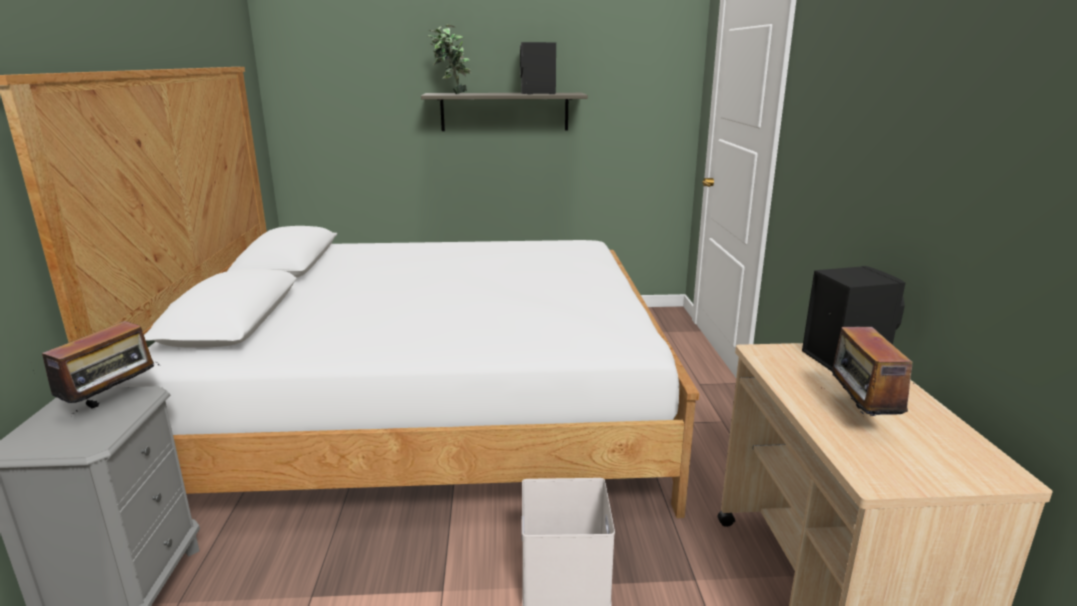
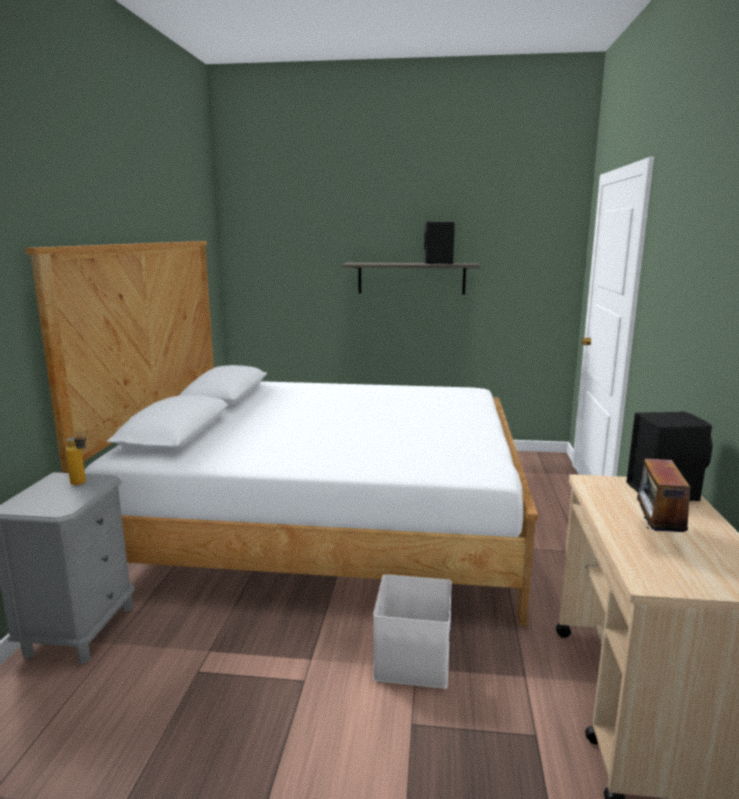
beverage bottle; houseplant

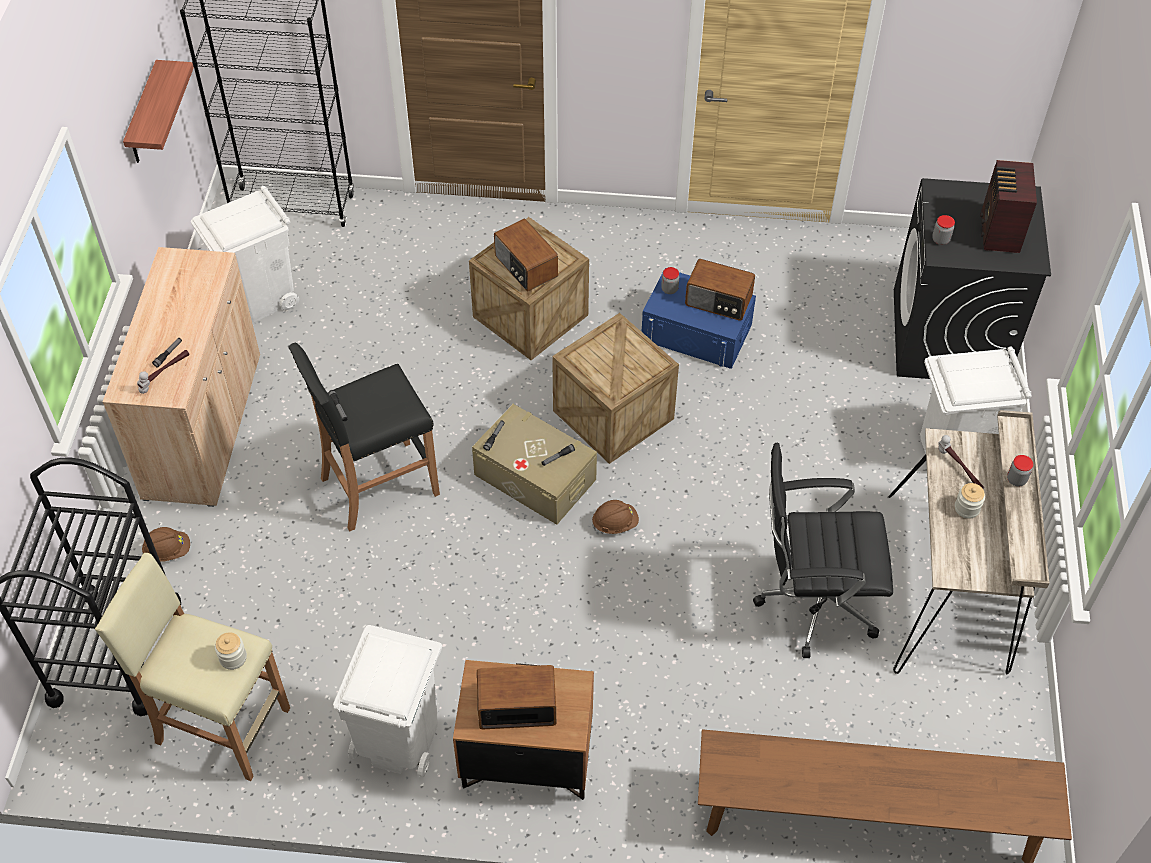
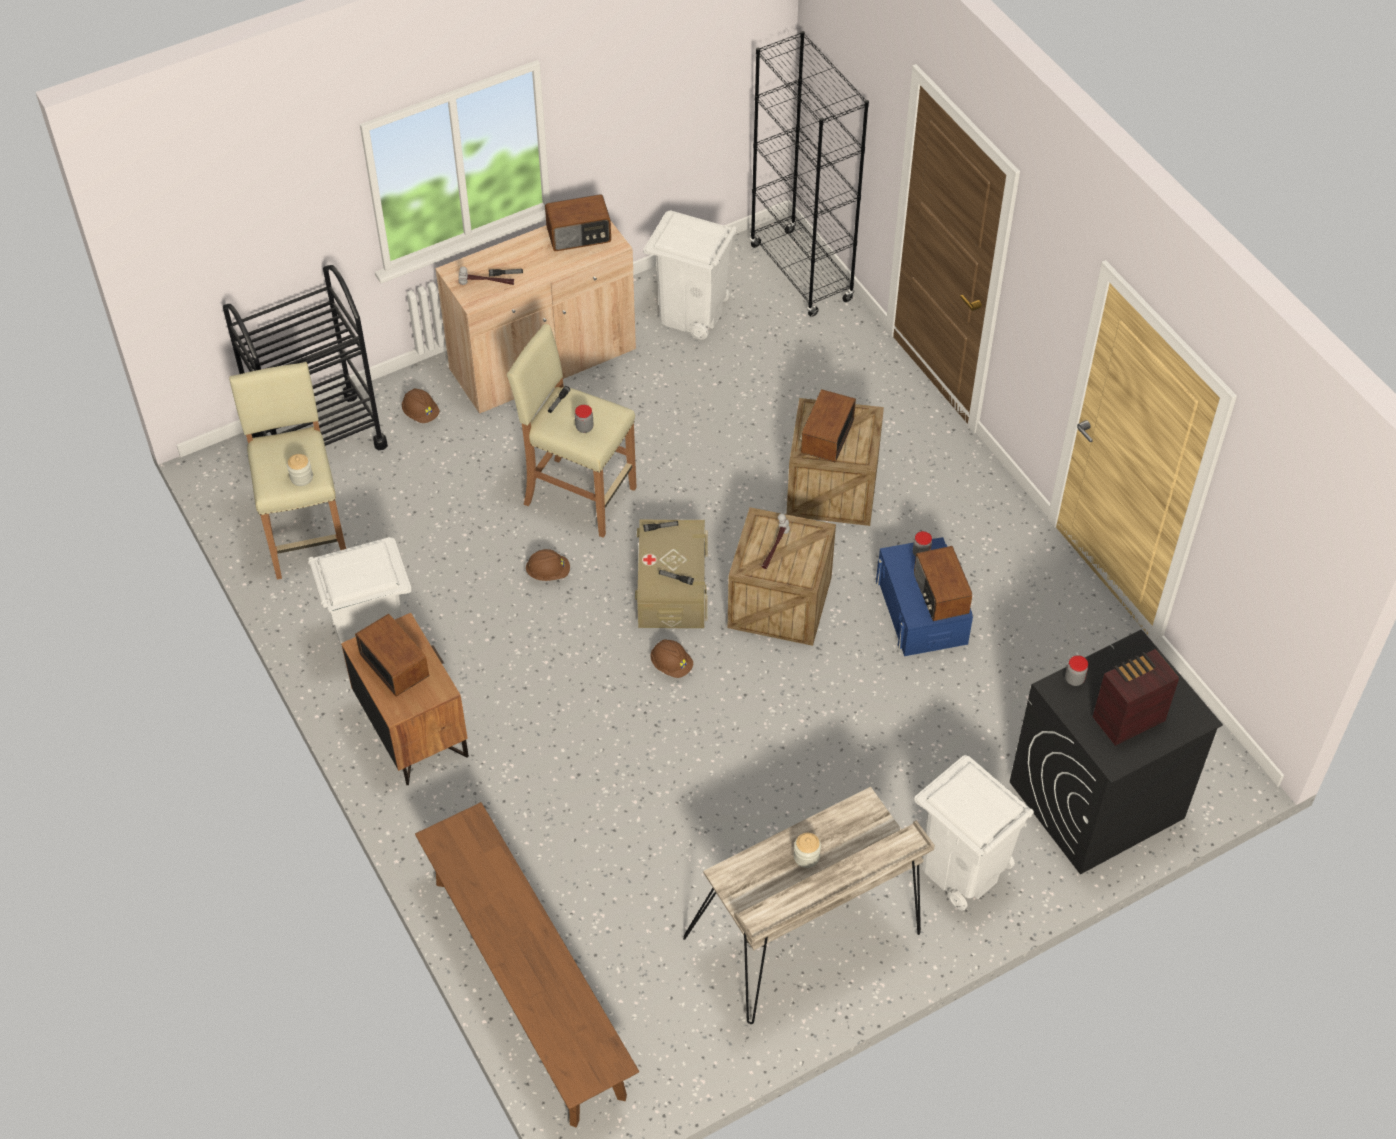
beige stool (2nd from left); brown hard hat (2nd from left); radio set (2nd from left); storage jar (2nd from left); hammer (2nd from left); shelf; black-coloured computer chair

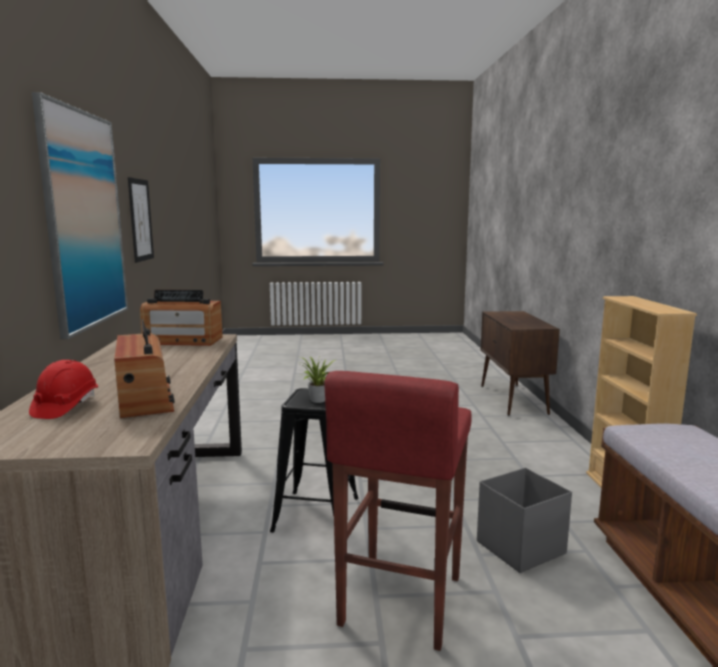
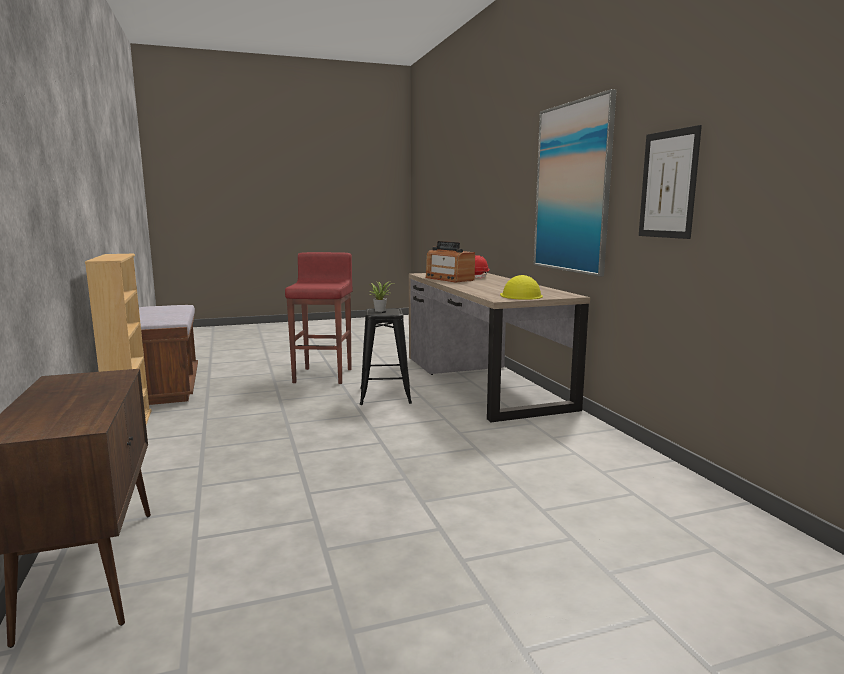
yellowish hard hat; greyish storage container

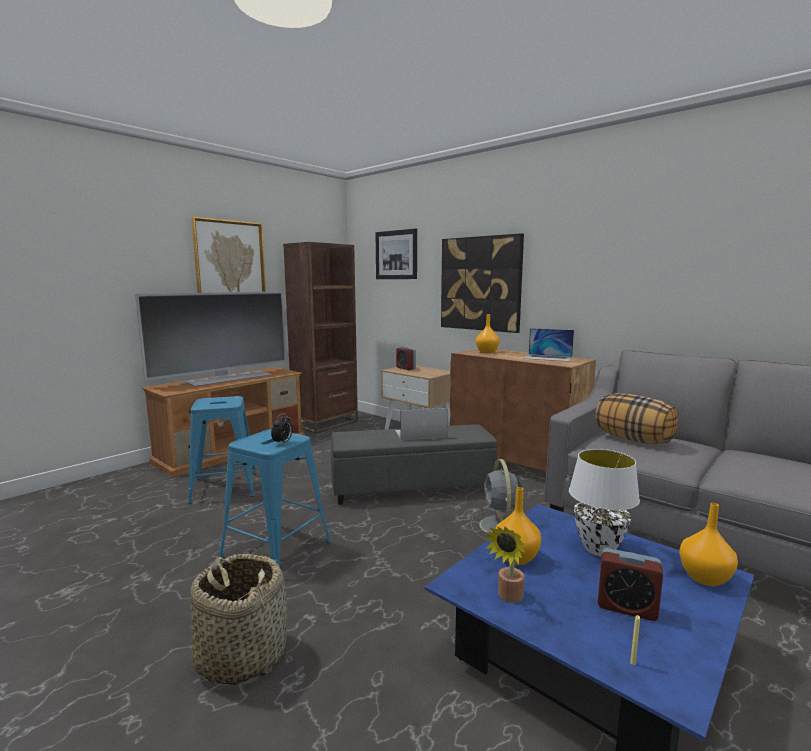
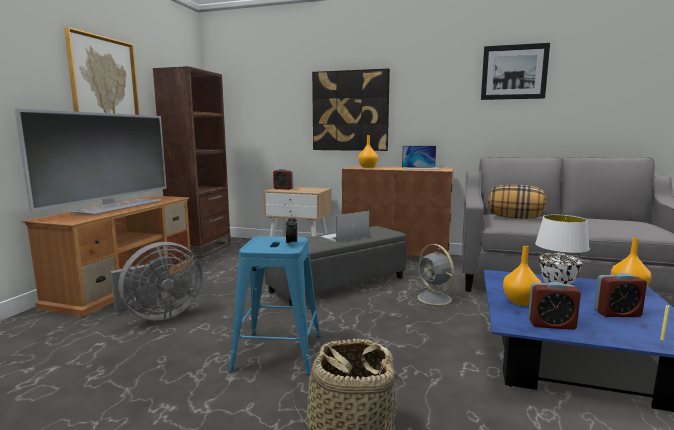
greyish fan (1st from left); wall picture (3rd from left); alarm clock (3rd from left)

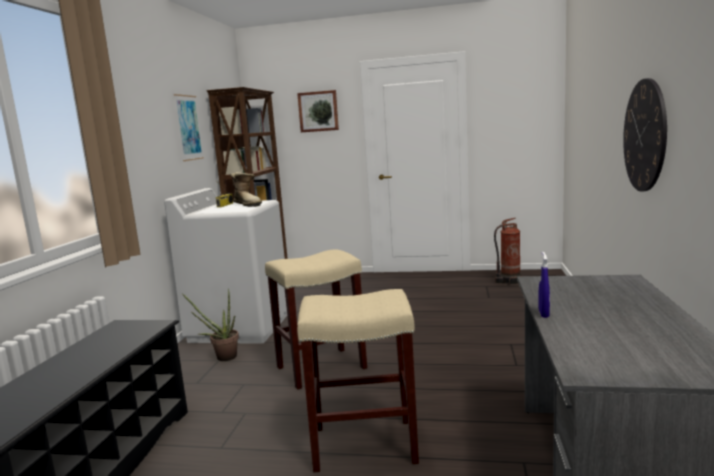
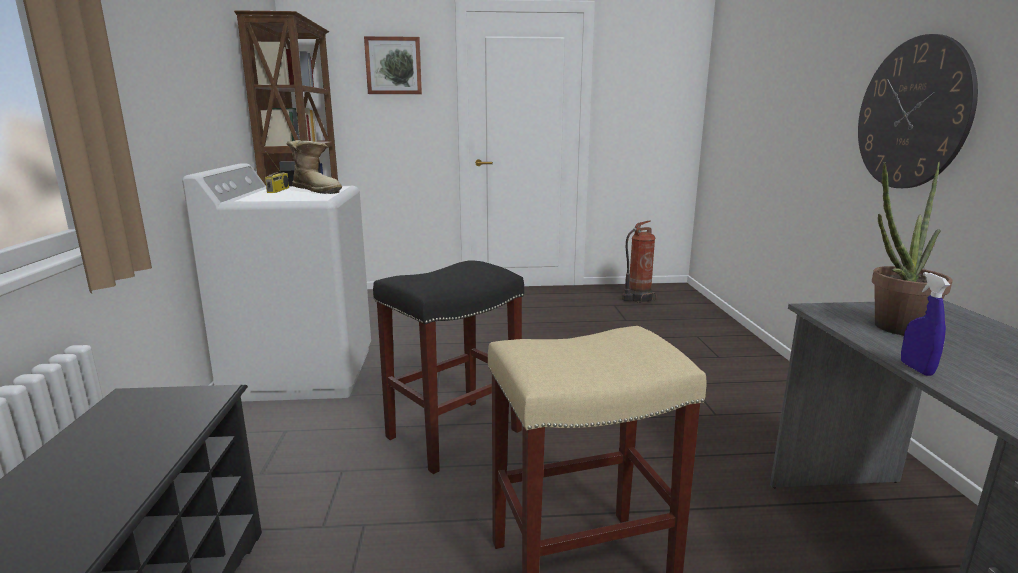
black-coloured stool; houseplant; wall picture (1st from left in the first image)

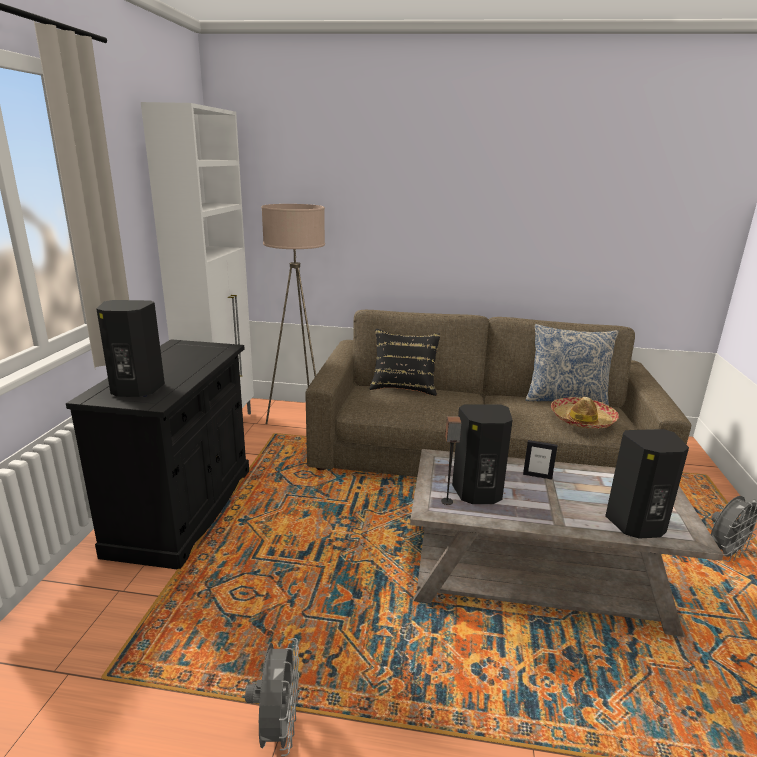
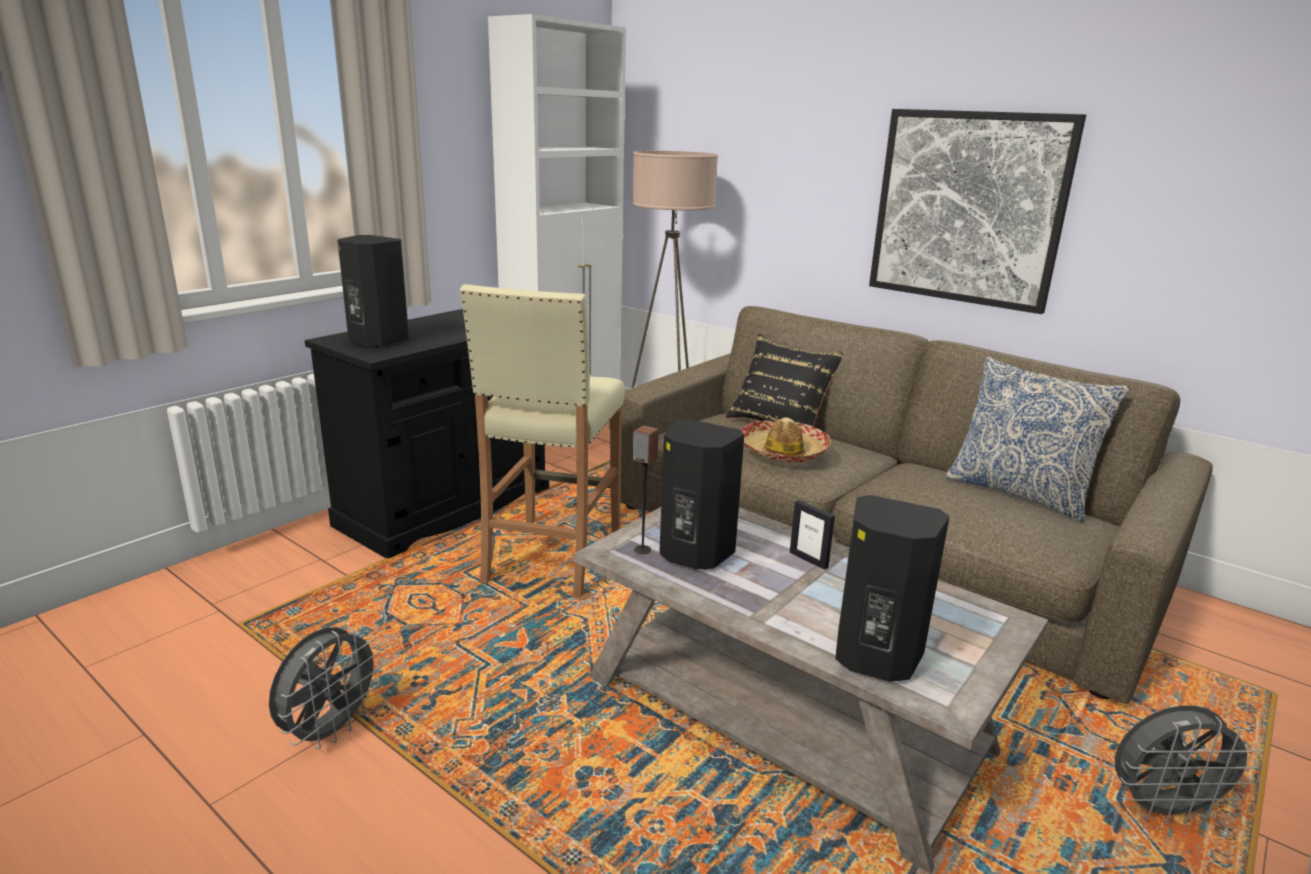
beige stool; wearable hat; wall picture

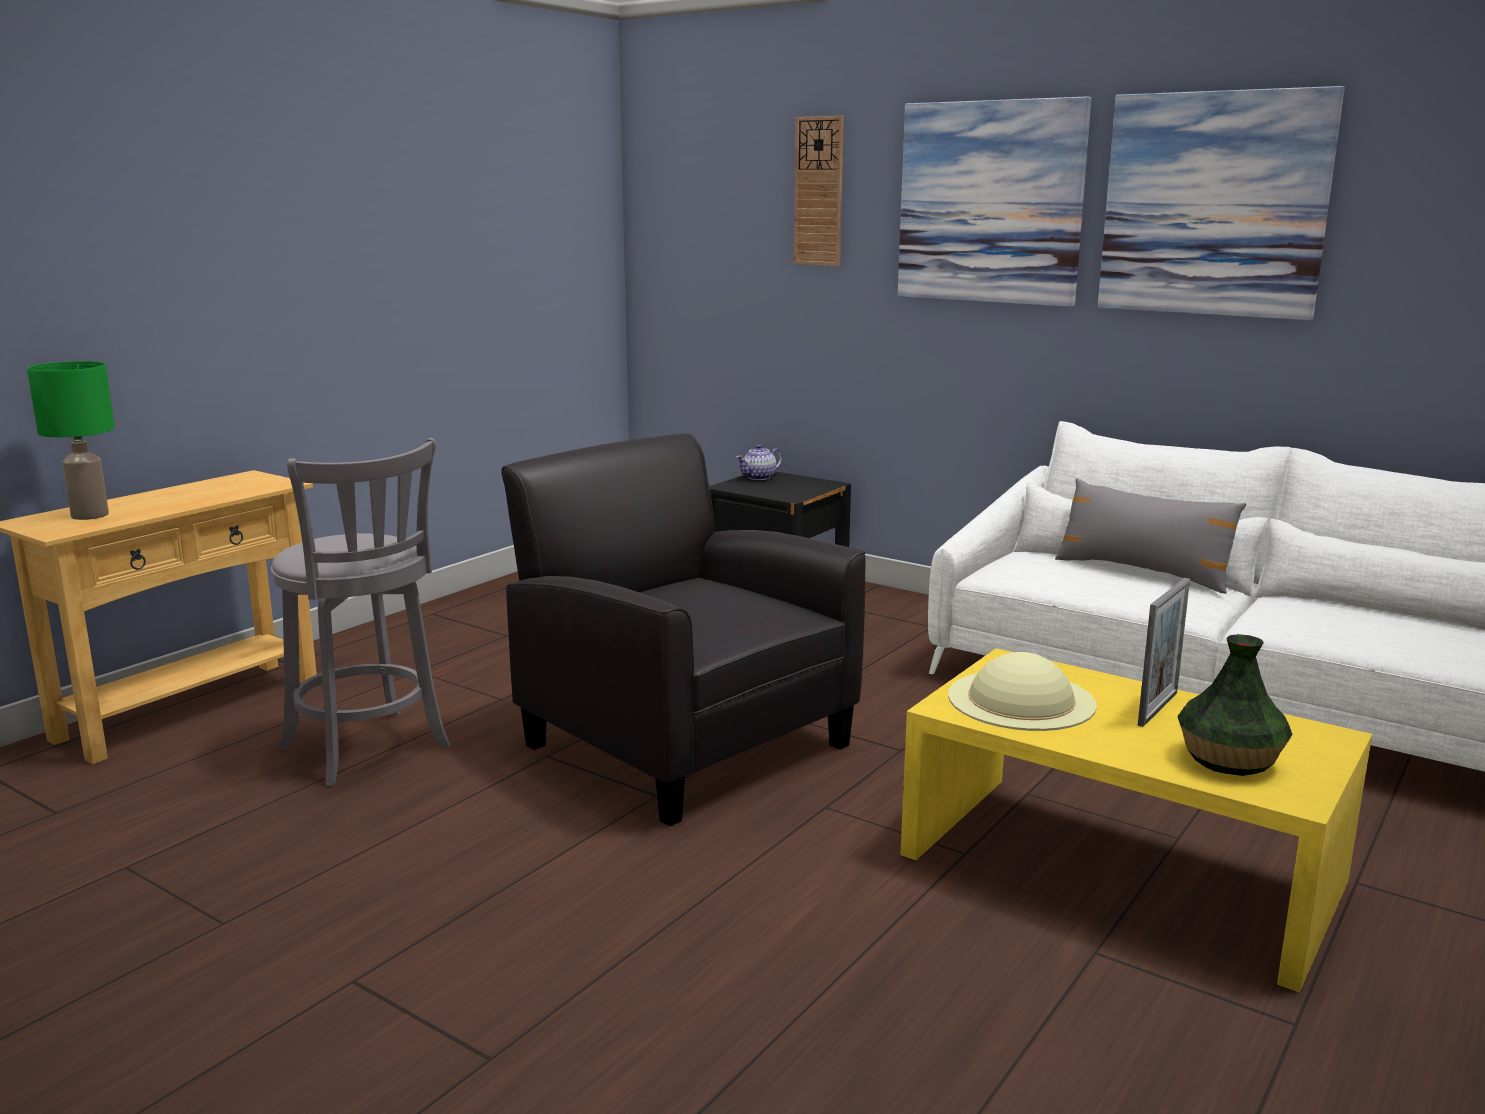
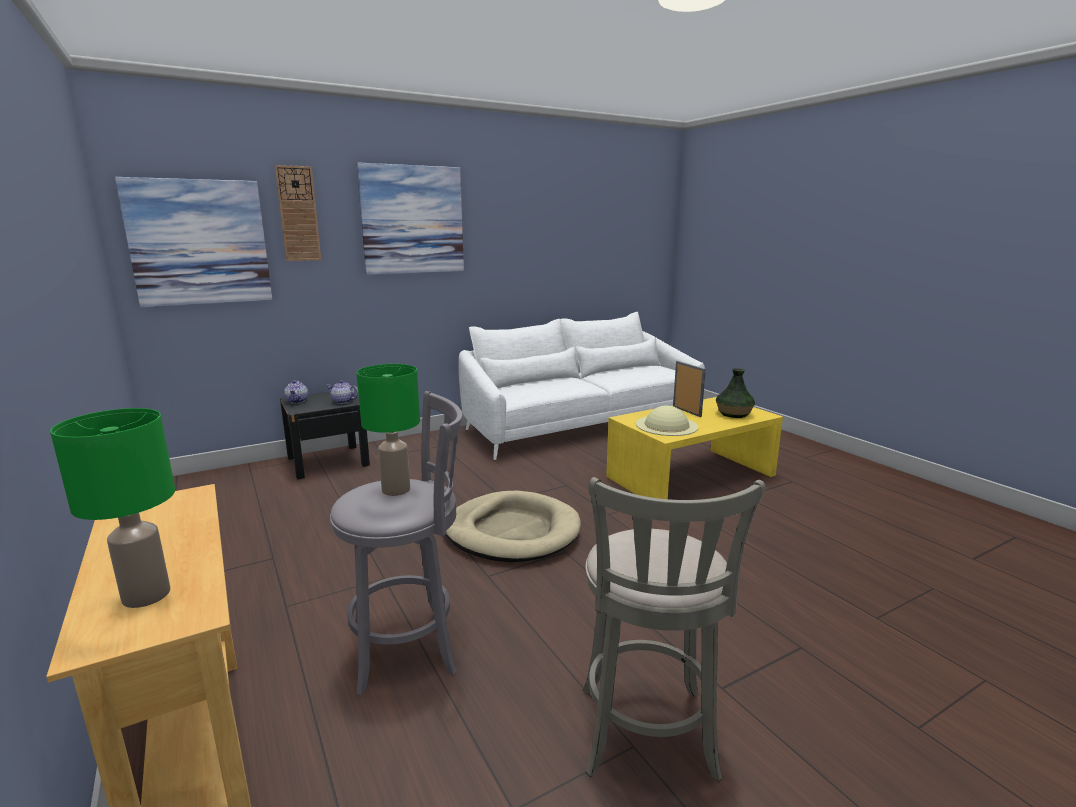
wall picture (1st from left); pot for tea (2nd from left); greenish tabletop lamp (2nd from left); beige pet bed; greyish stool (2nd from left); greyish cushion

